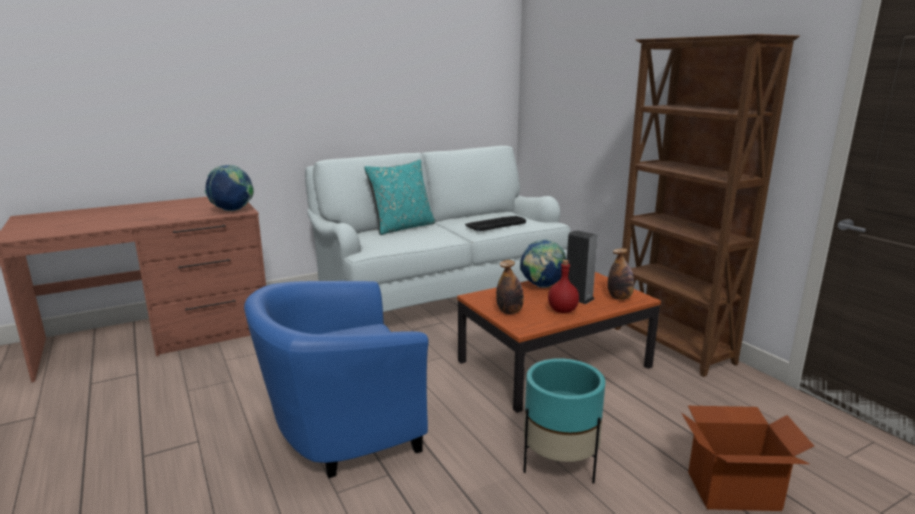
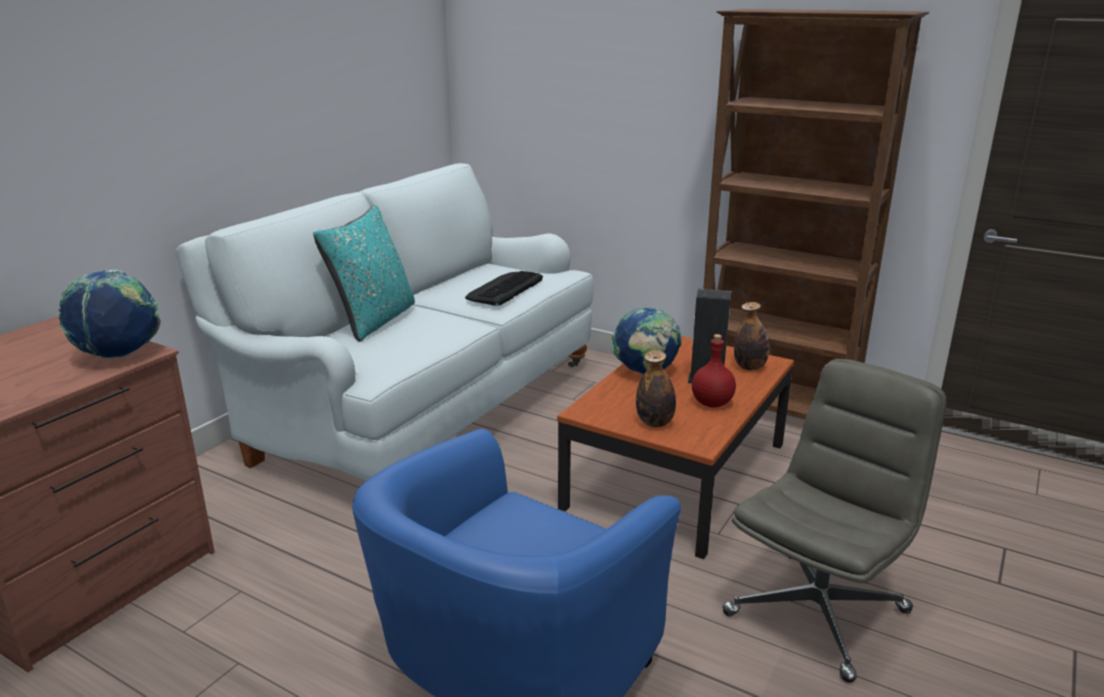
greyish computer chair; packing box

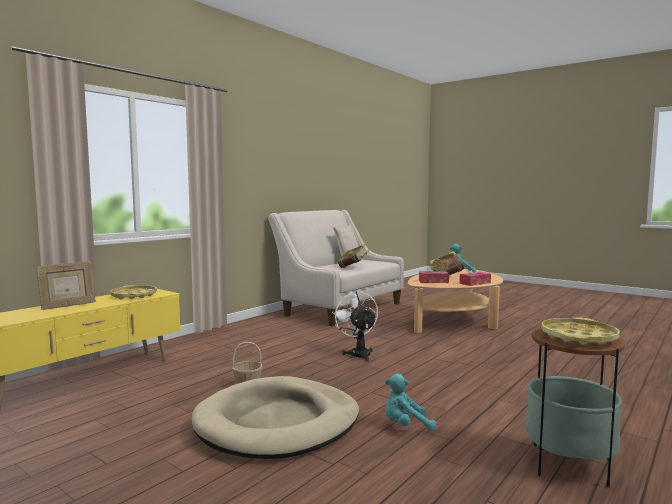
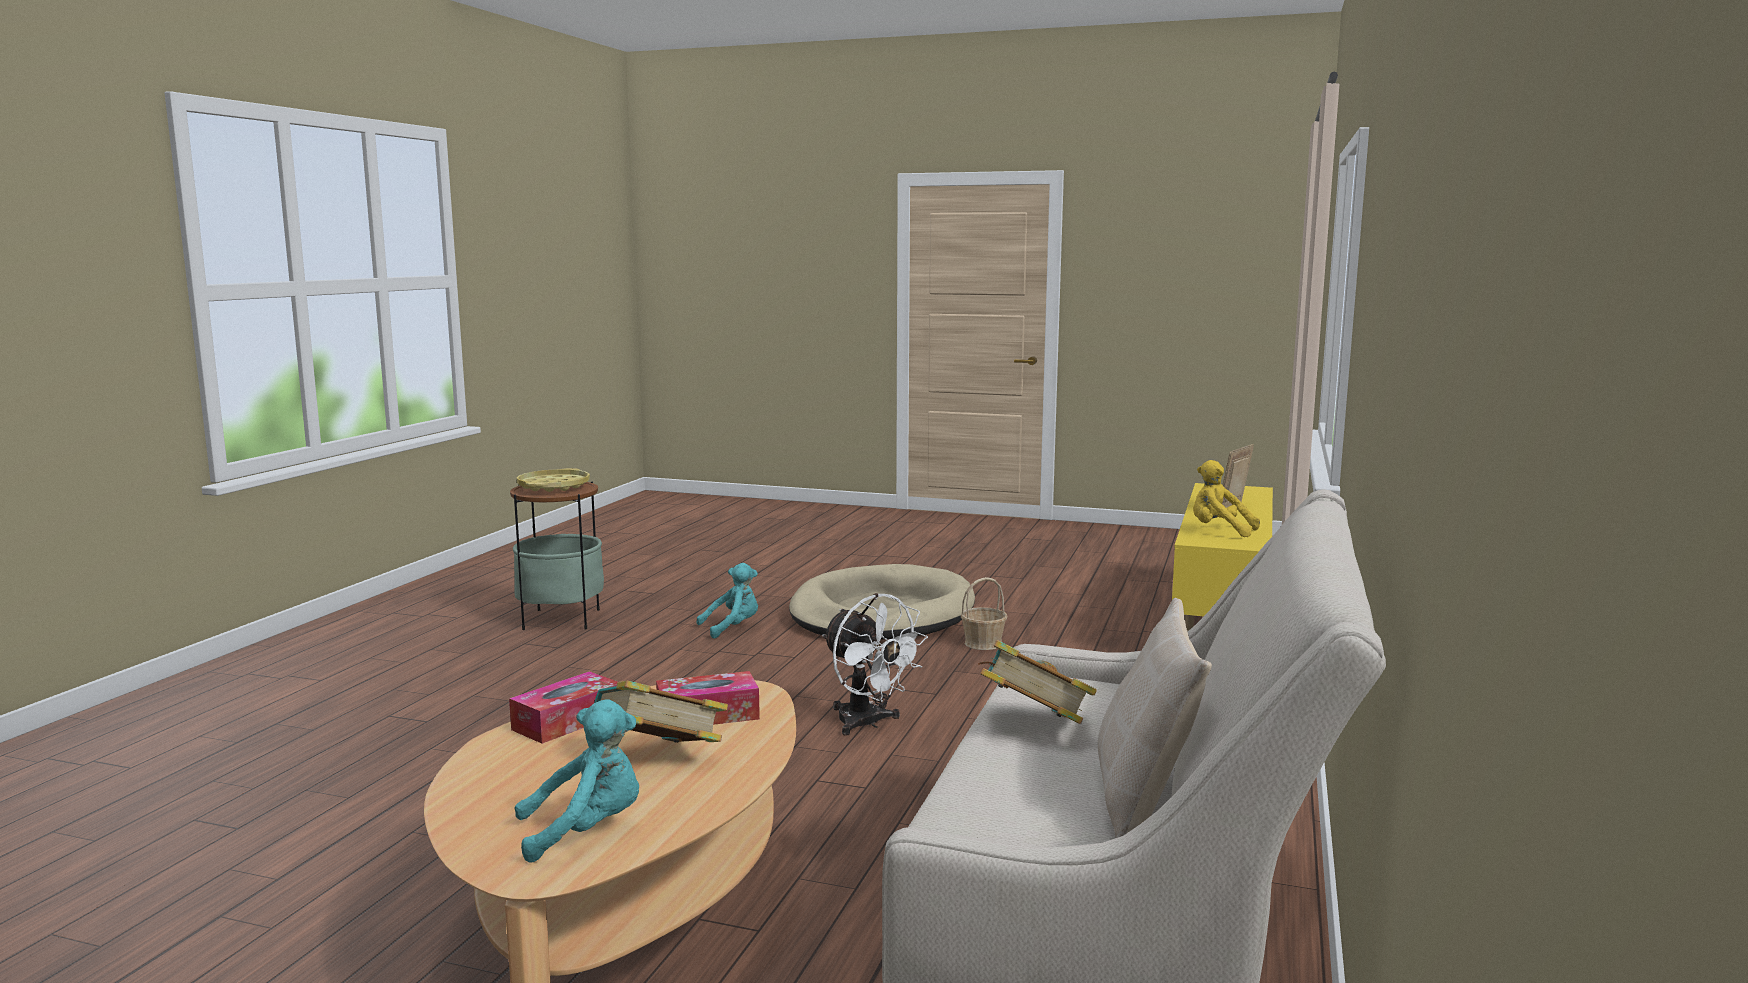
yellowish cuddly toy

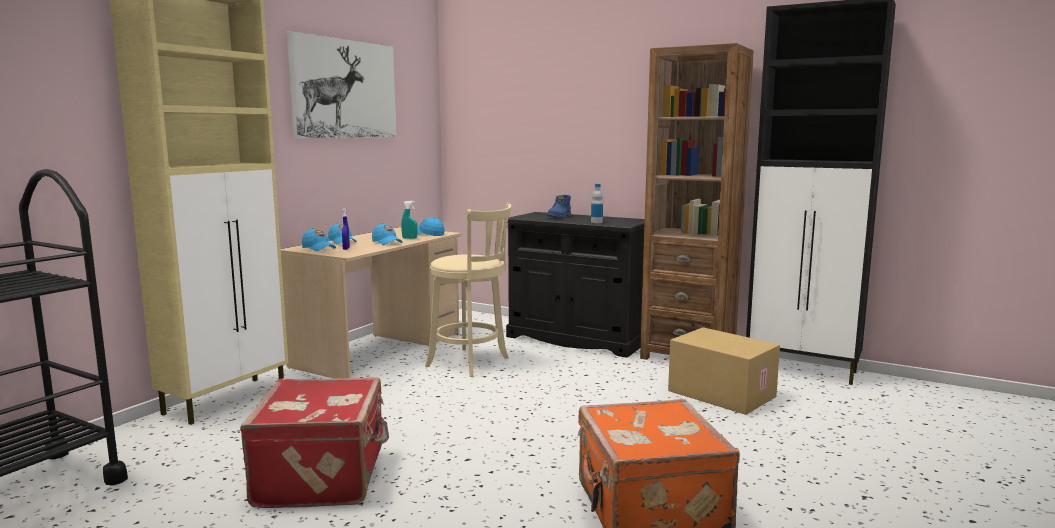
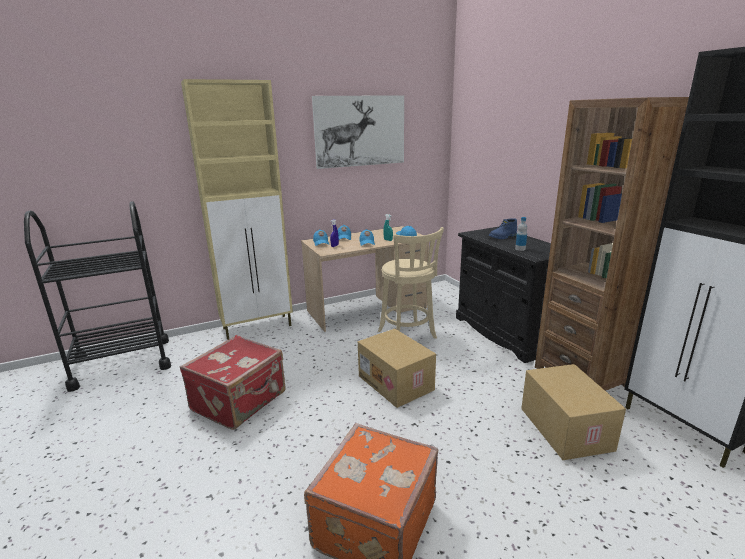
packing box (1st from left)

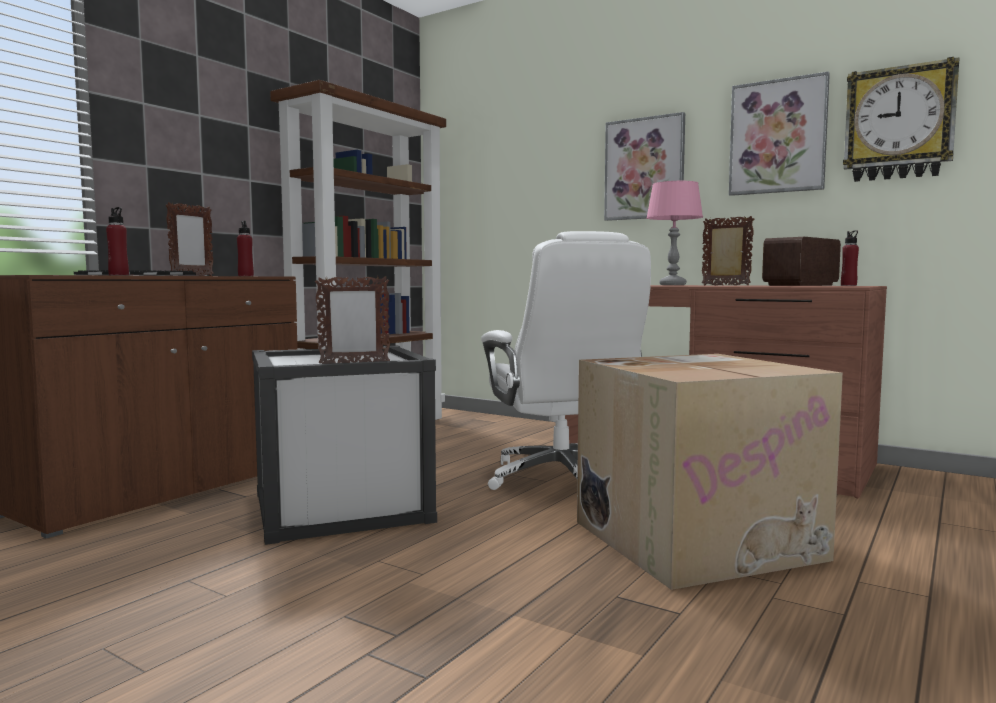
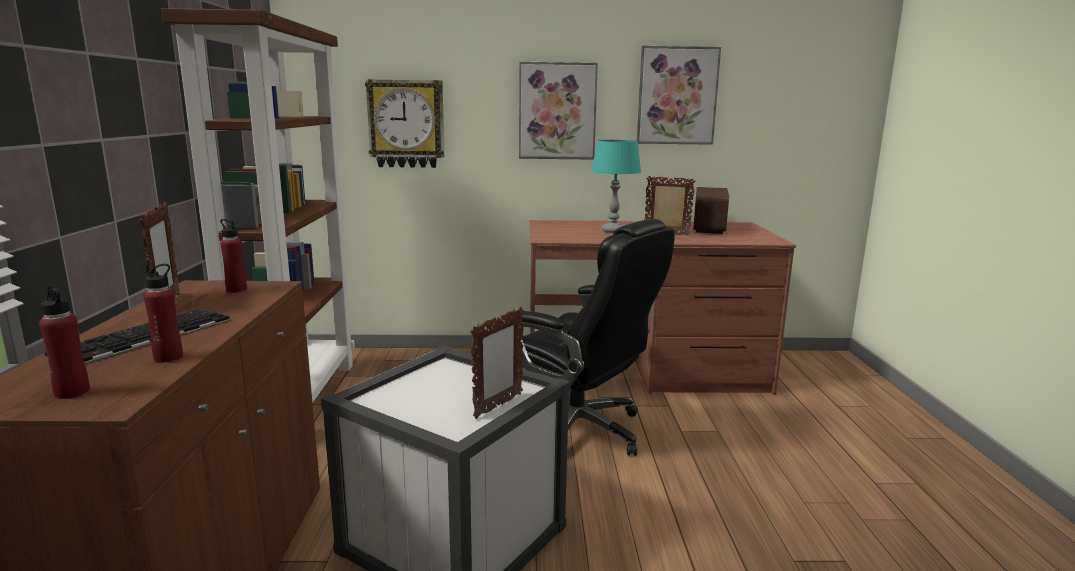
red-coloured beverage bottle (1st from left); hanging clock; black-coloured computer chair; turquoise tabletop lamp; packing box

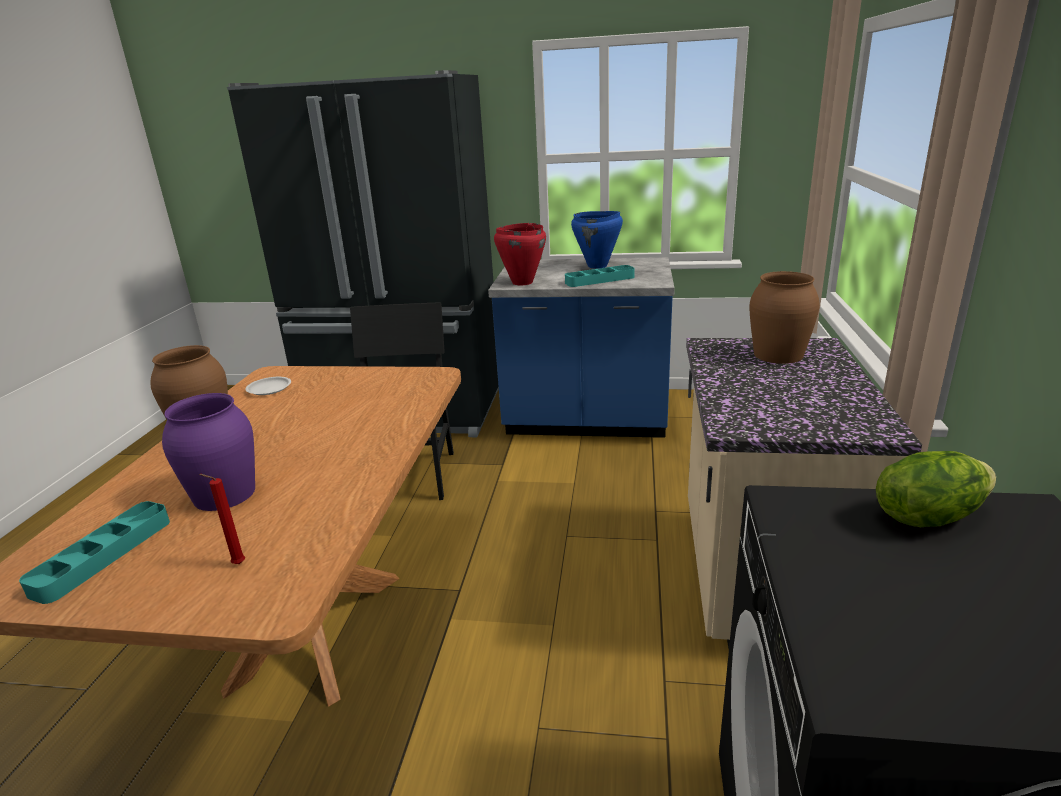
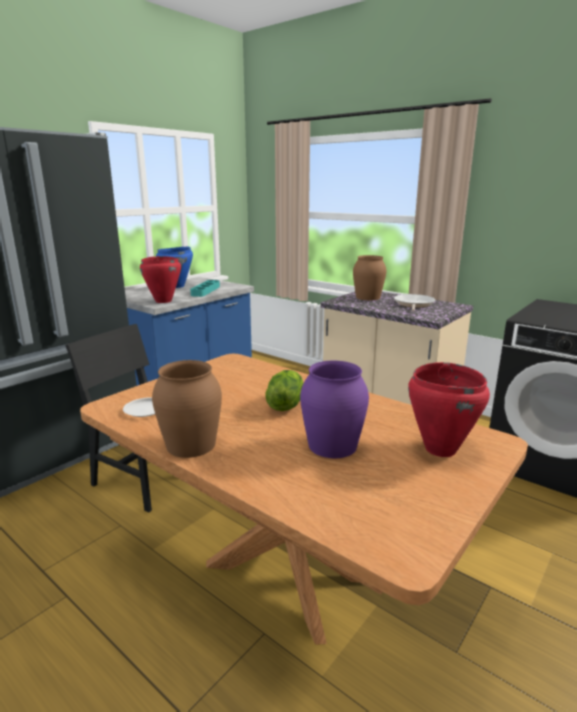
head of lettuce; pan; red-coloured saucepot (2nd from left); turquoise tray (1st from left in the first image)

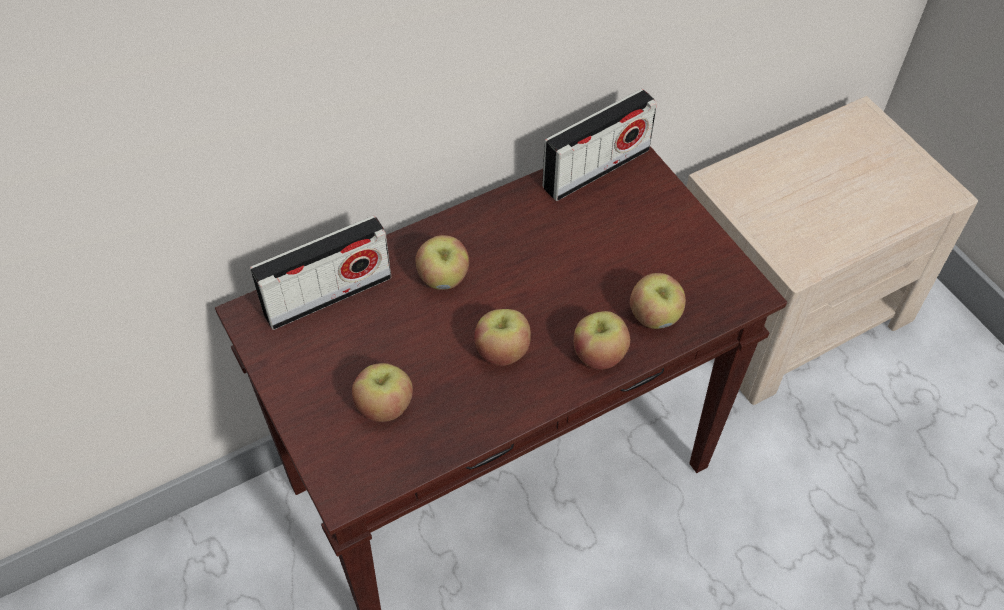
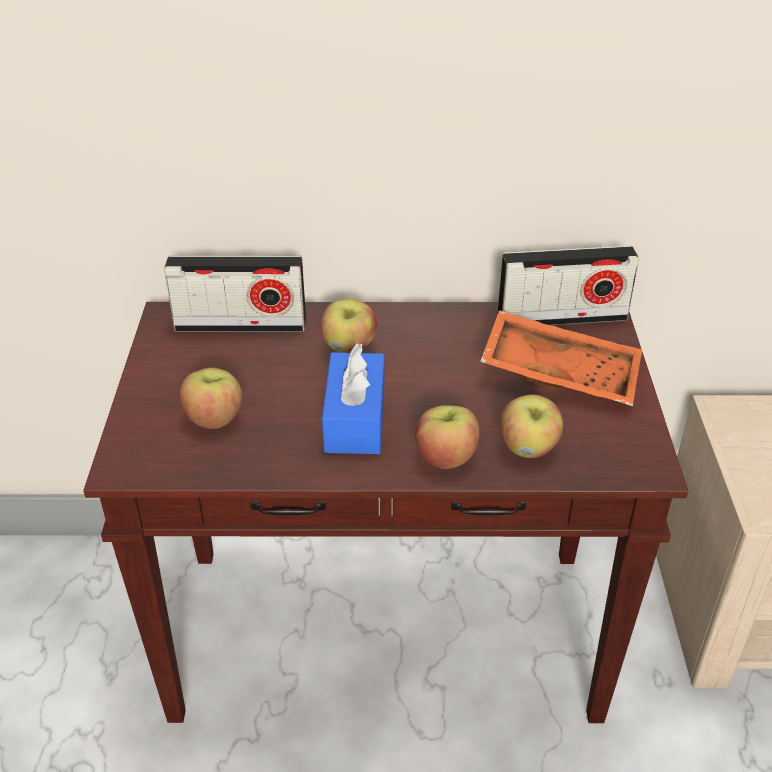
blue-coloured box of tissues; orange-coloured tray

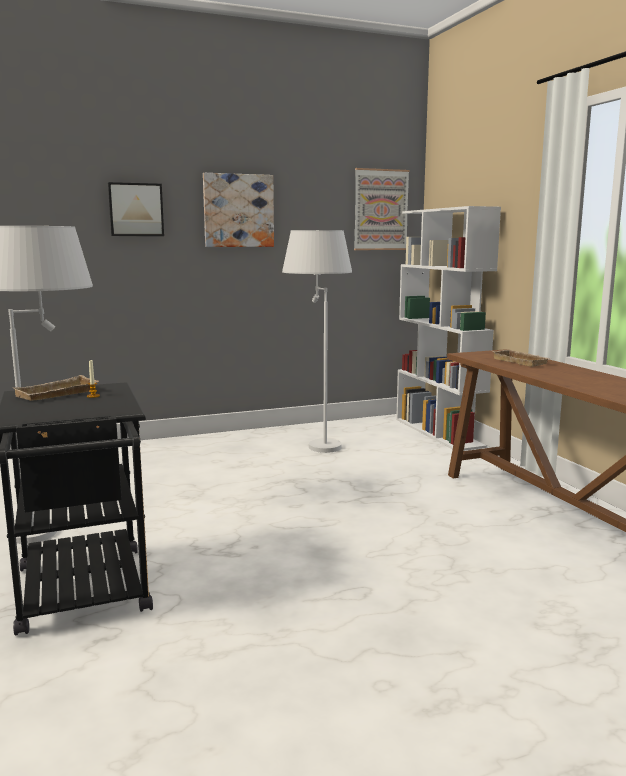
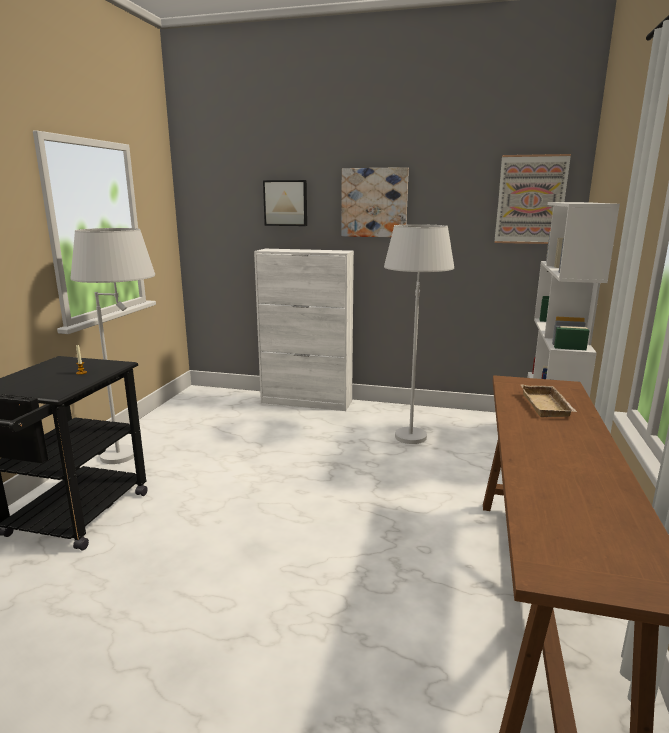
whitish cupboard; beige tray (1st from left in the first image)

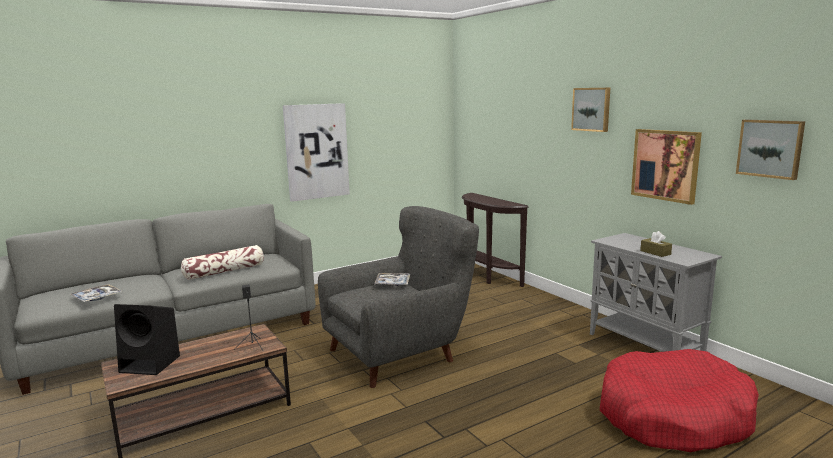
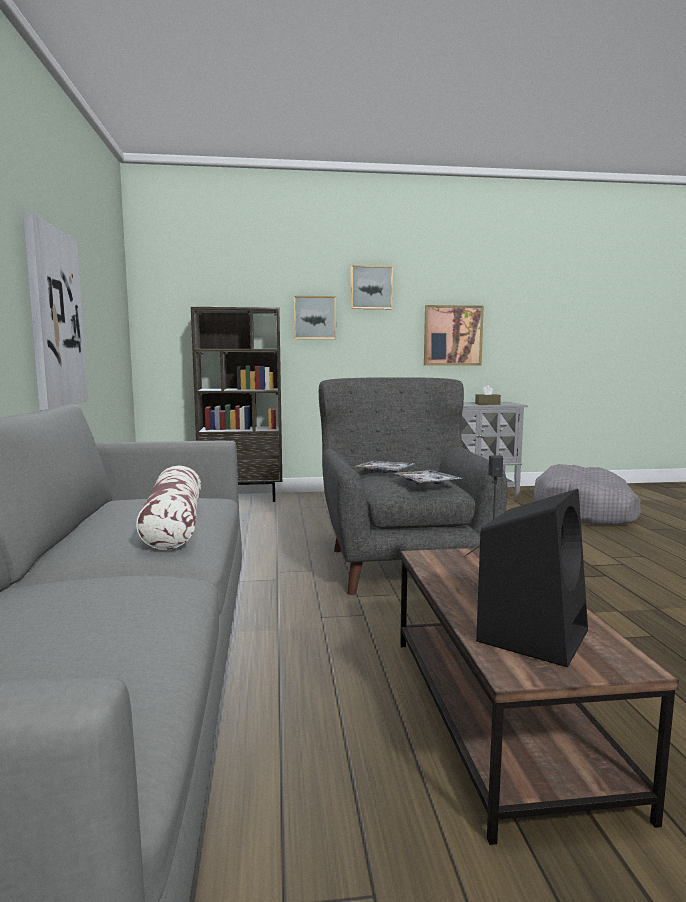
brown shelving unit; wall picture (2nd from left); tray (2nd from left); greyish pet bed

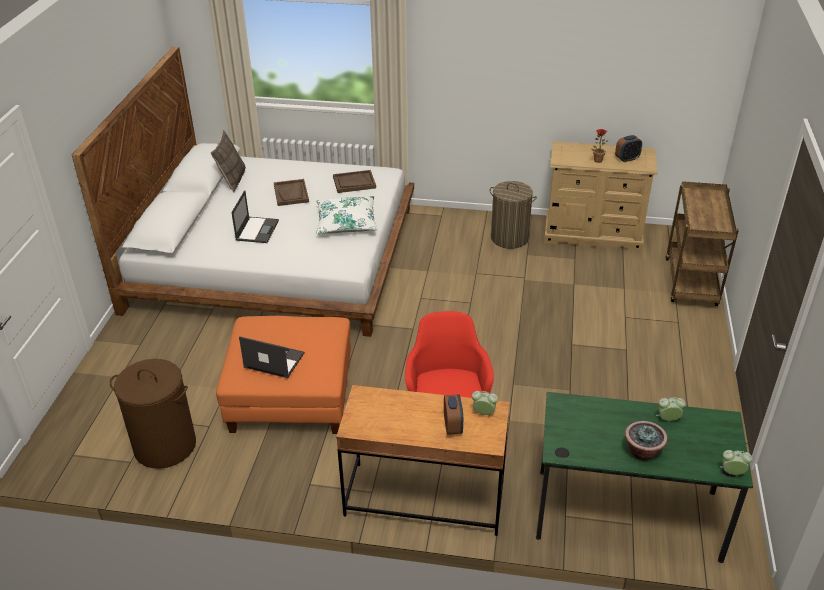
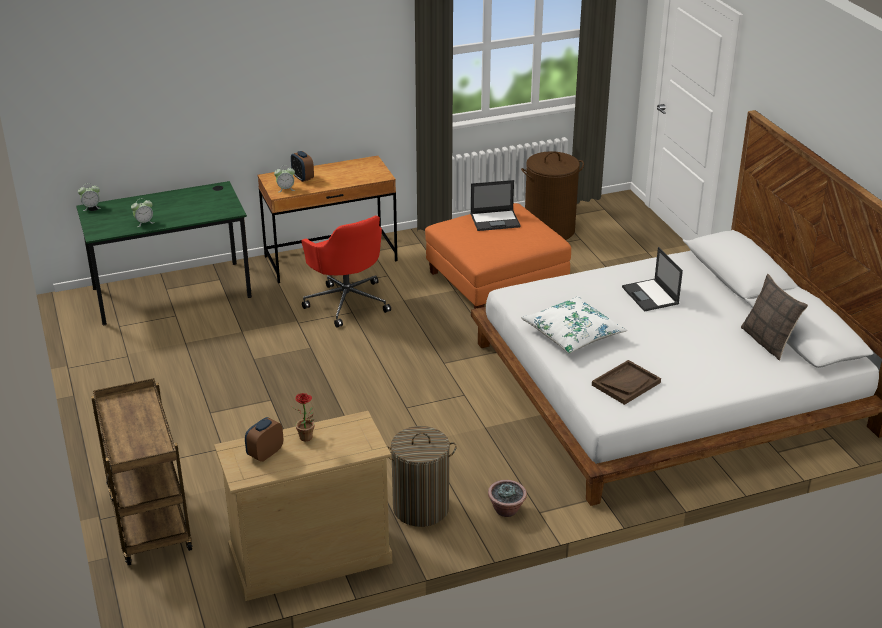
houseplant (2nd from left); brown tray (1st from left in the first image)

